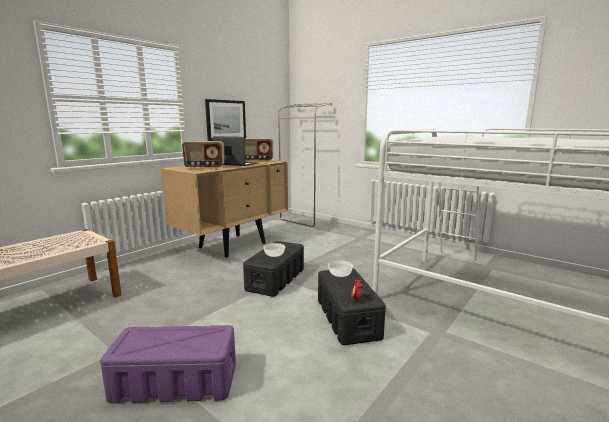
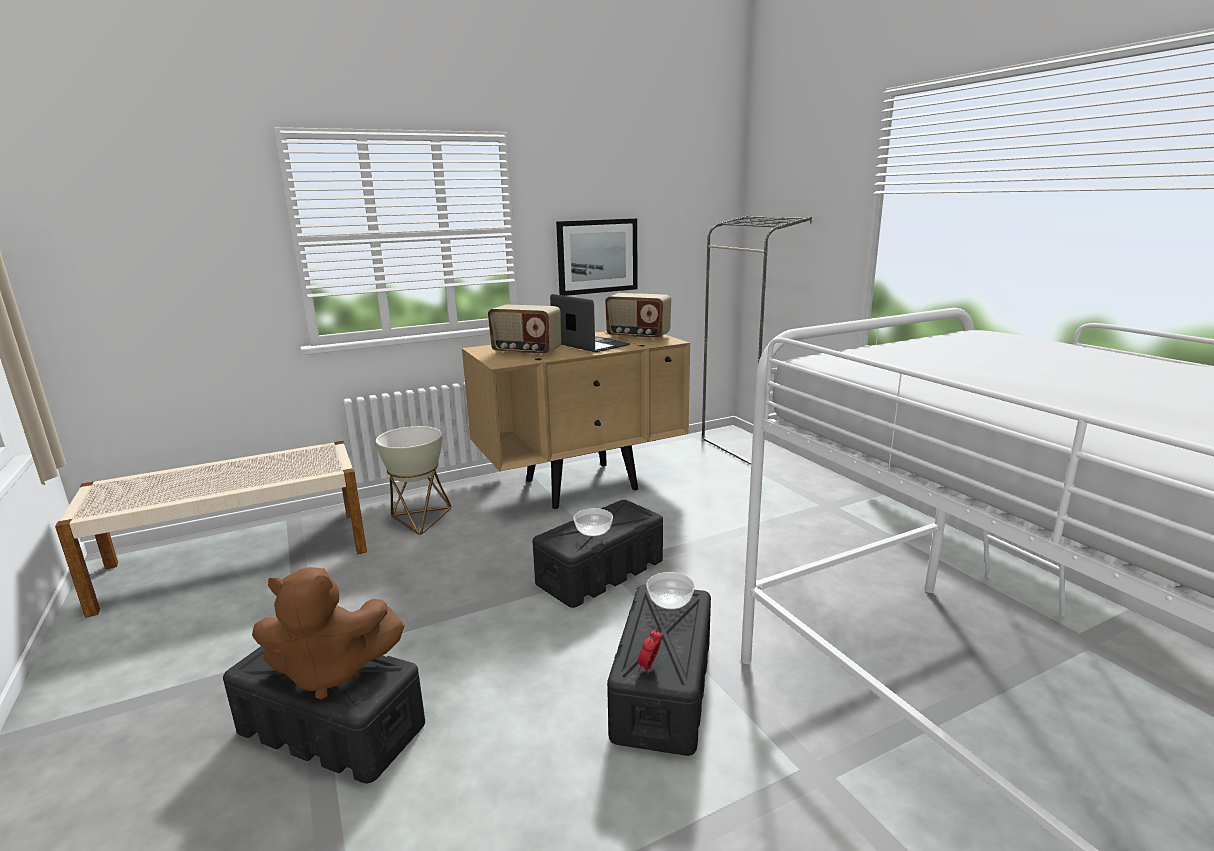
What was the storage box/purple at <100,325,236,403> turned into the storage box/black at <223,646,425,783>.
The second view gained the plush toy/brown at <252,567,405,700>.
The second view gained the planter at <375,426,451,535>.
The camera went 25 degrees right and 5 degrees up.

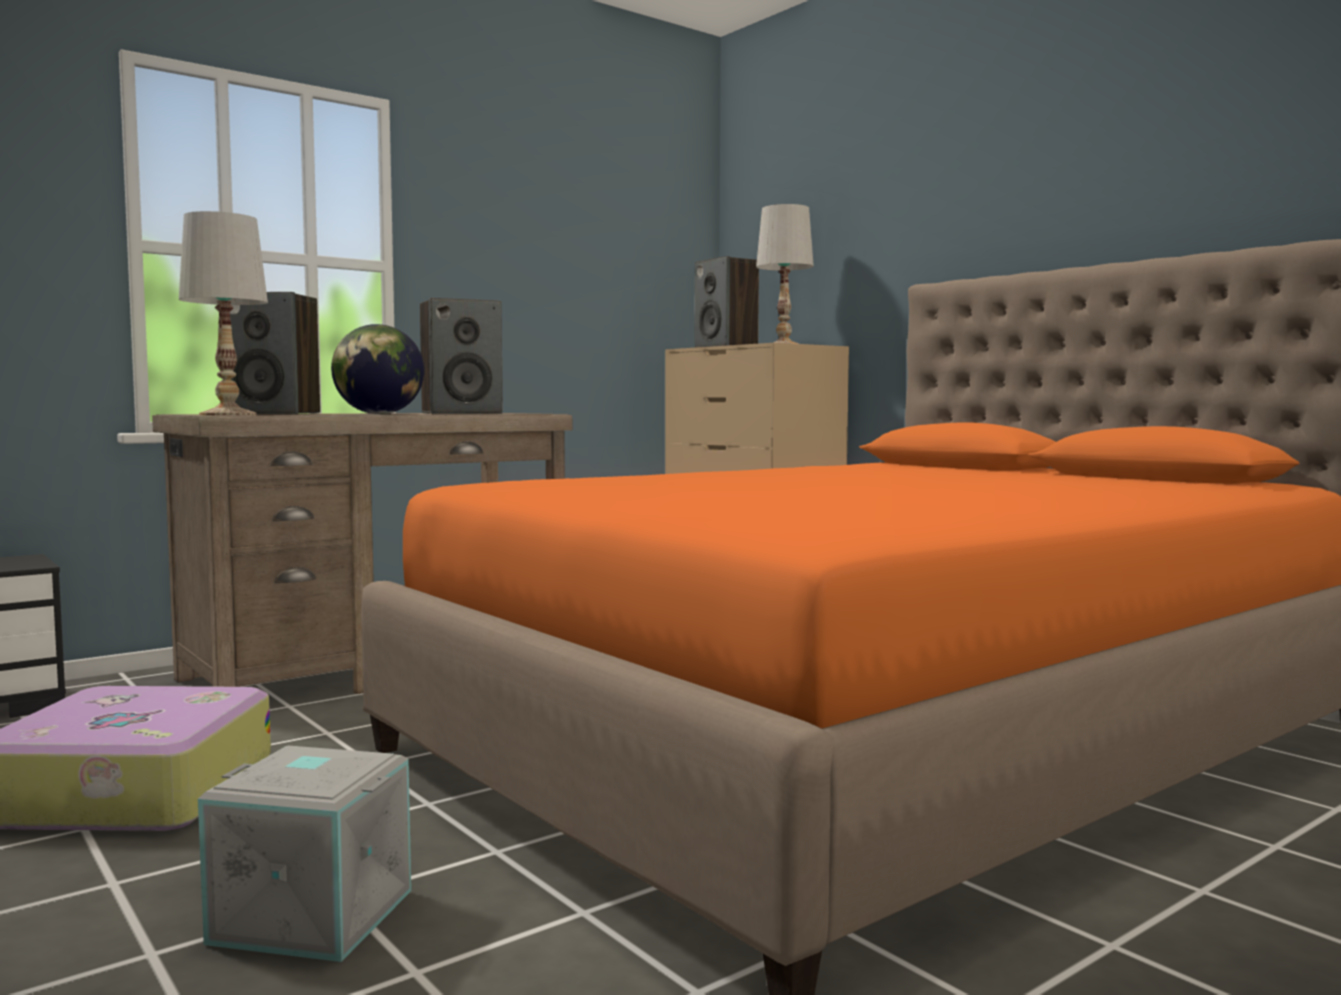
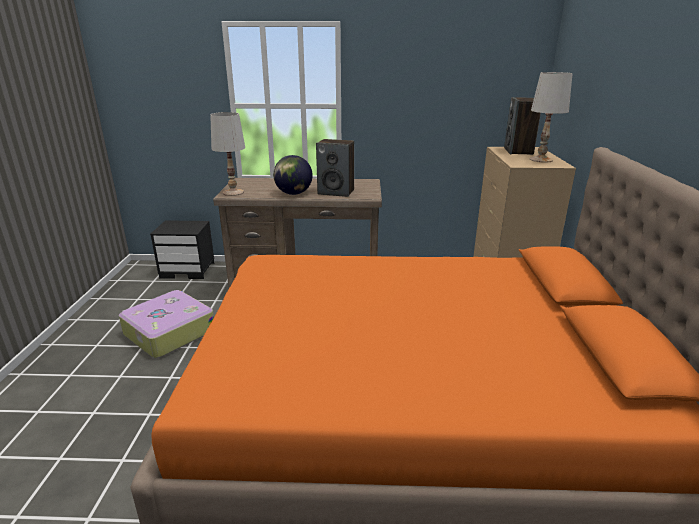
The second view lost the storage box/grey at <198,746,411,962>.
The second view lost the speaker at <230,292,320,414>.
The camera went 40 degrees right and 20 degrees up.

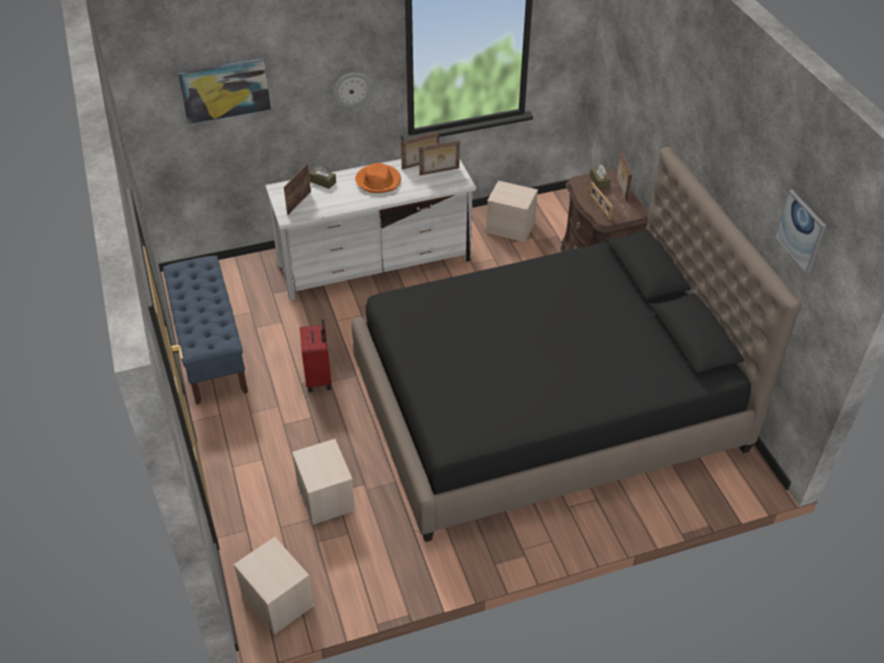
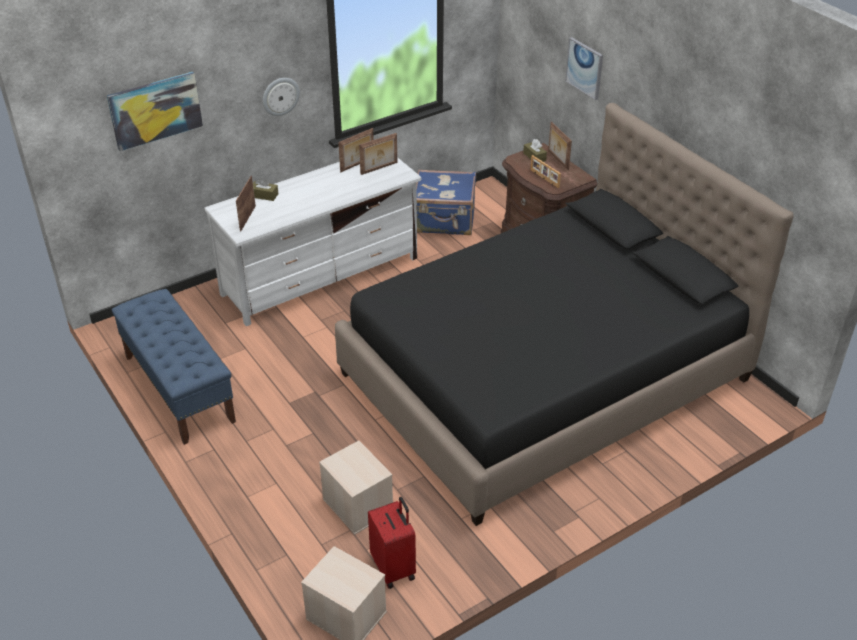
The suitcase/red ended up elsewhere, having gone from <299,320,332,392> to <368,497,416,589>.
The second view lost the hat/orange at <355,163,401,193>.
Where the storage box/beige stood at <486,181,538,242>, the suitcase/blue came to stand at <417,170,476,235>.
The picture ended up elsewhere, having gone from <775,190,826,273> to <565,37,603,100>.
The camera went 15 degrees left and 5 degrees down.

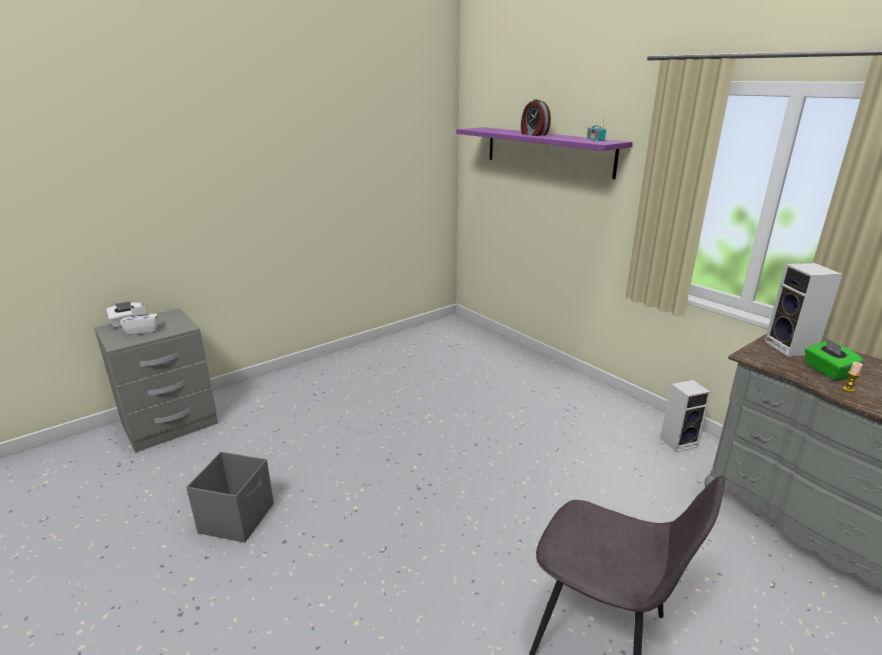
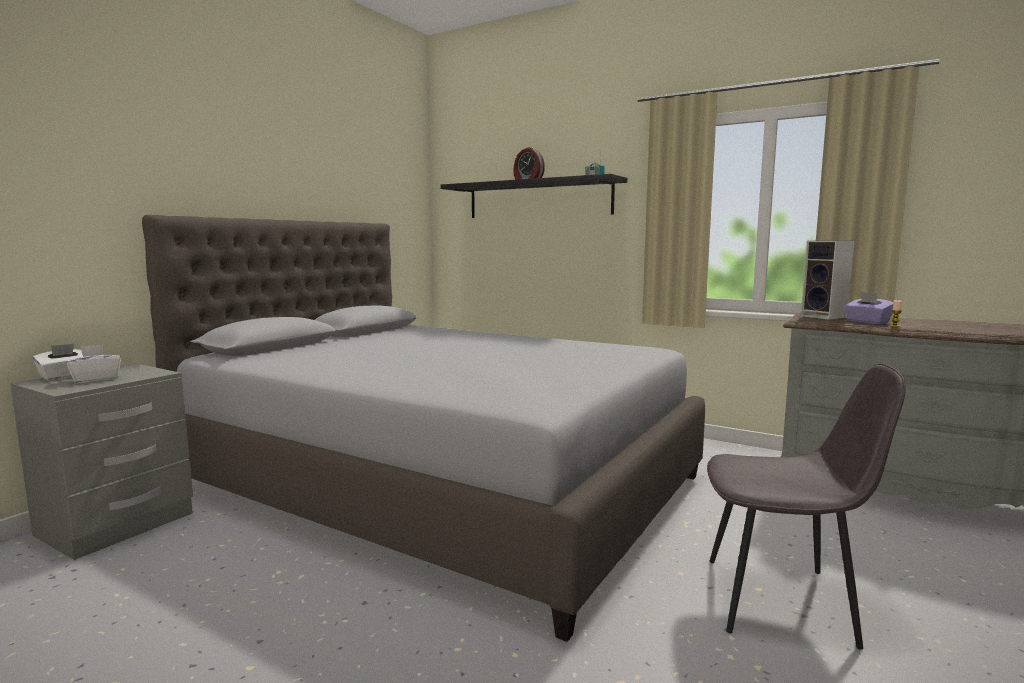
The second view lost the storage box/grey at <186,452,274,543>.
What was the shelf/purple at <456,127,632,179> turned into the shelf/black at <440,174,627,218>.
The second view lost the speaker at <660,380,711,452>.
What was the tissue box/green at <805,338,864,380> turned into the tissue box/purple at <844,292,893,324>.
The second view gained the bed/grey at <142,215,705,642>.
The camera went 20 degrees left and 15 degrees down.

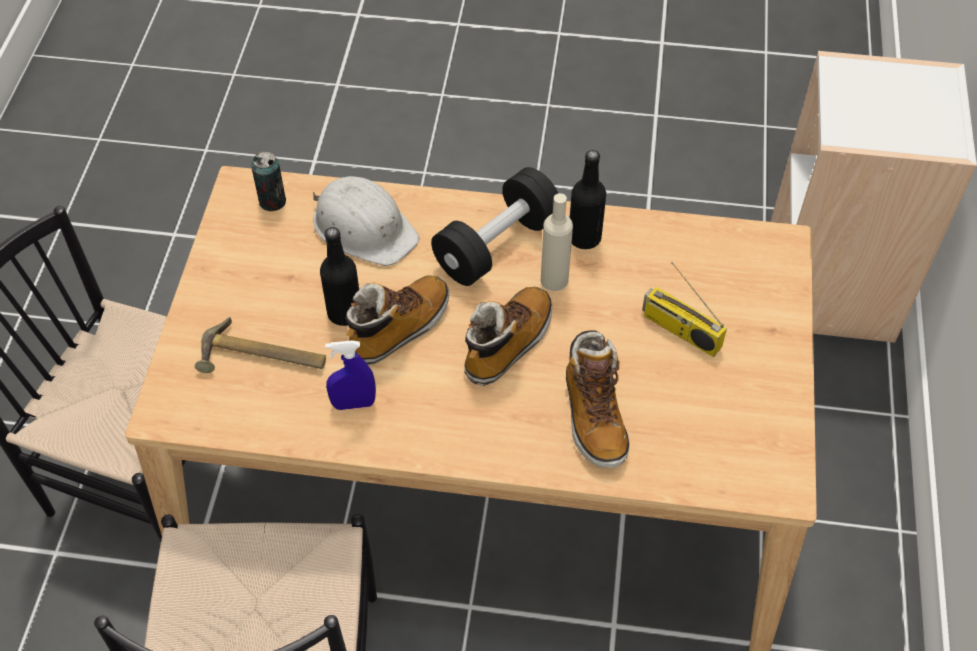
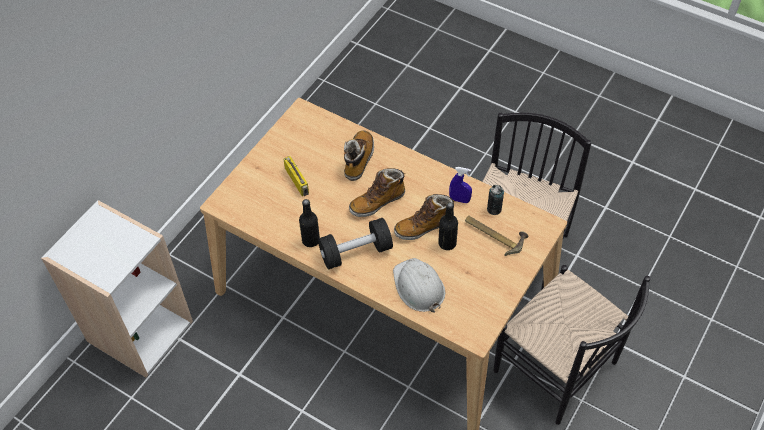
The can ended up elsewhere, having gone from <251,151,286,211> to <487,185,504,215>.
The second view lost the bottle/beige at <541,193,573,291>.
The camera went 155 degrees left and 0 degrees up.

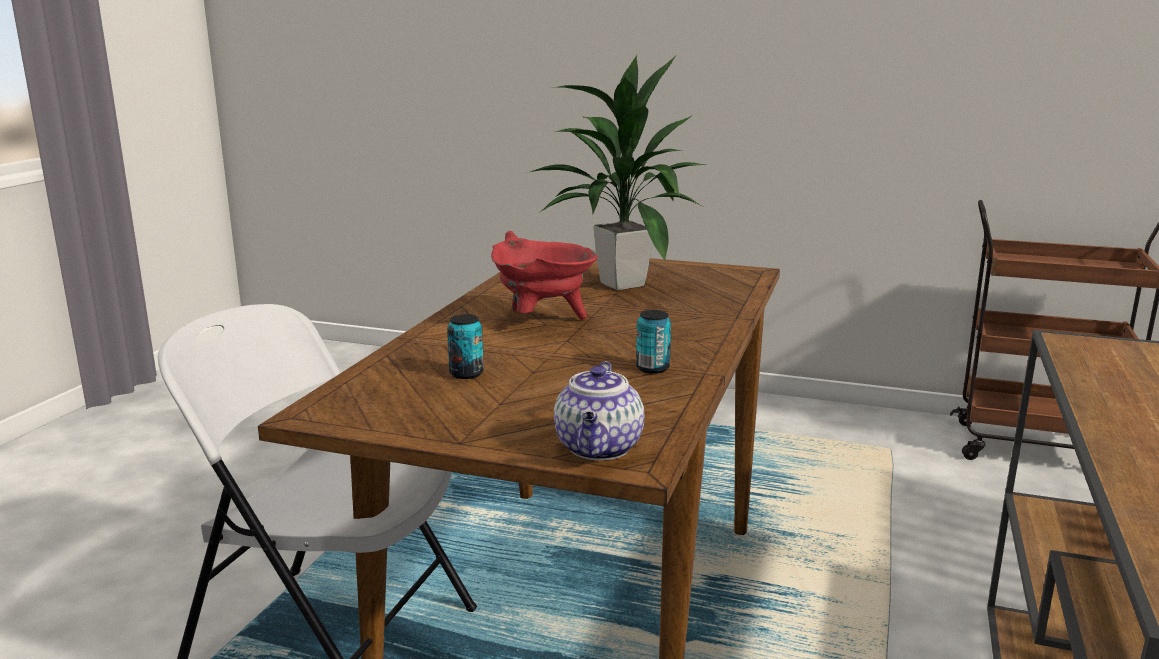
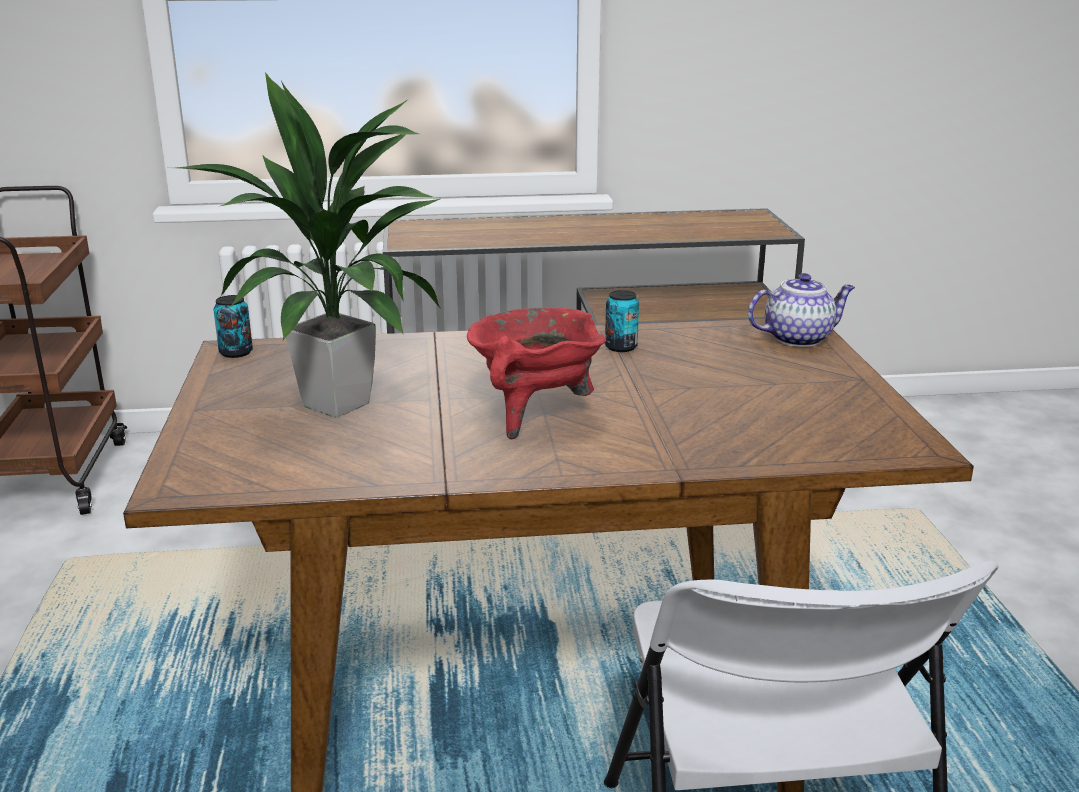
The can ended up elsewhere, having gone from <447,314,484,379> to <213,295,253,358>.
The camera went 115 degrees left and 5 degrees up.

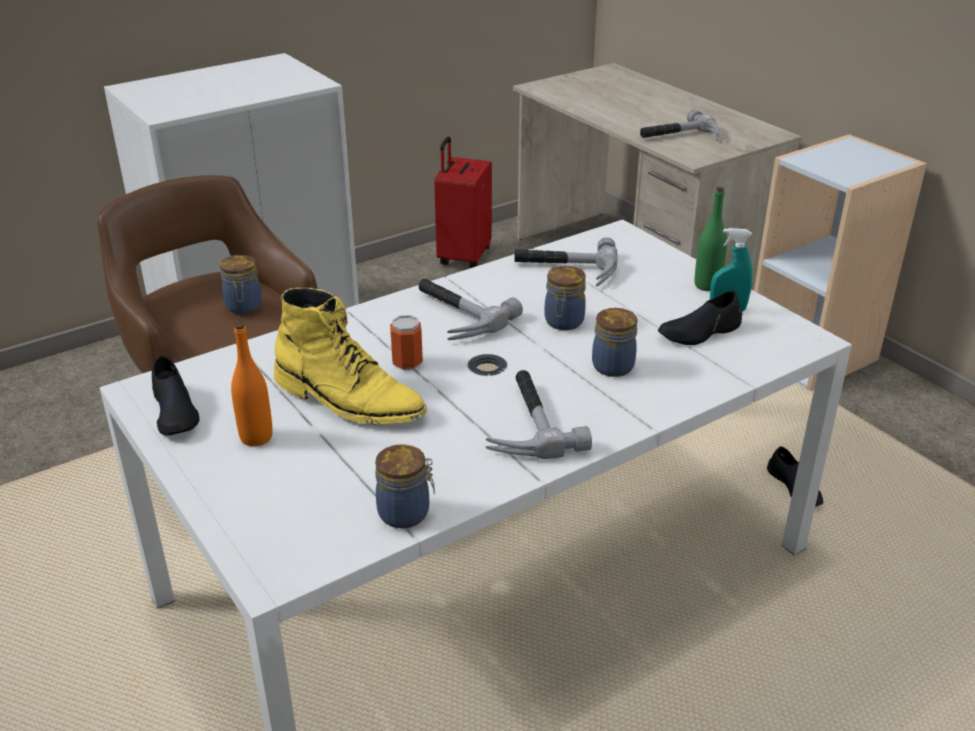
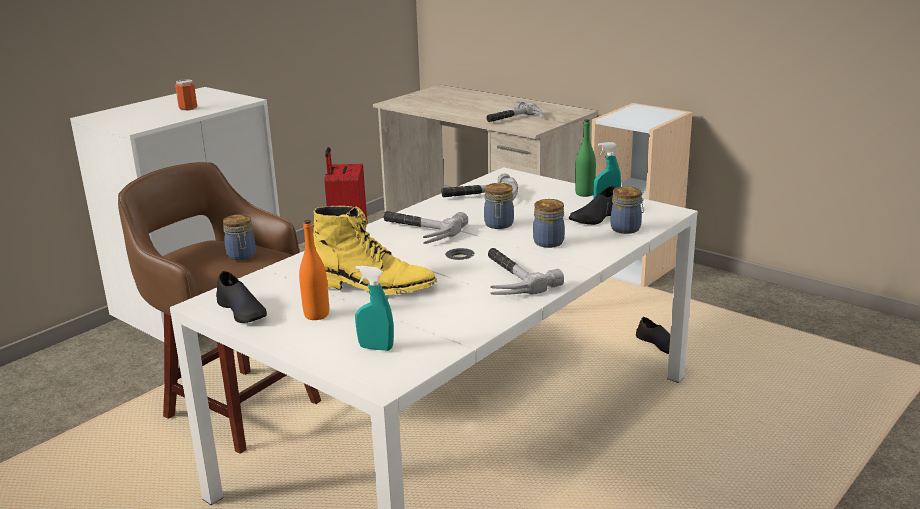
The jar ended up elsewhere, having gone from <375,444,435,528> to <610,186,644,234>.
The can ended up elsewhere, having gone from <390,315,423,370> to <175,79,197,111>.
The second view gained the spray bottle/turquoise at <355,266,394,351>.
The camera went 15 degrees left and 10 degrees down.

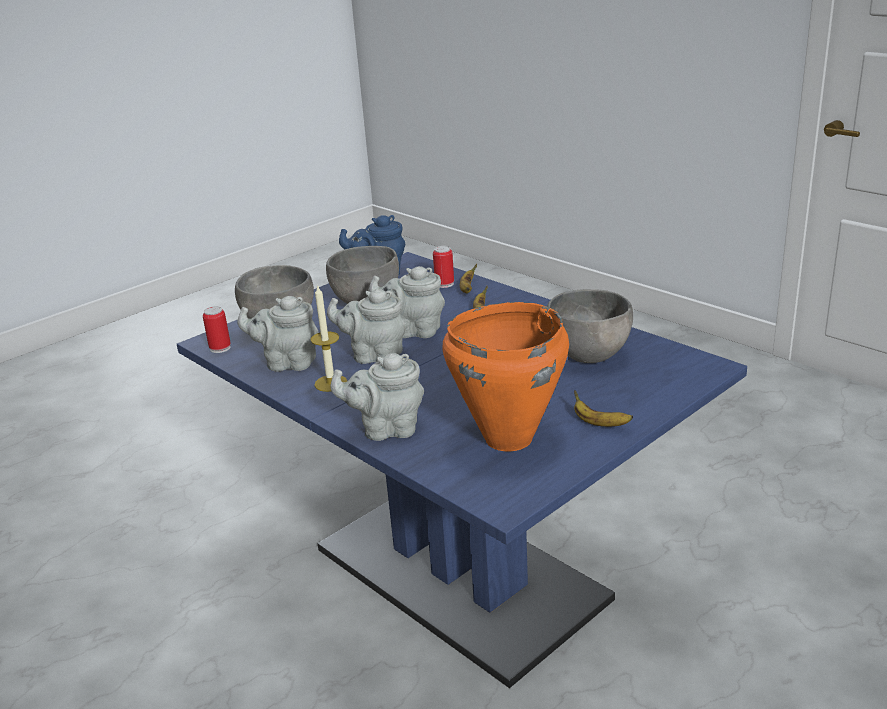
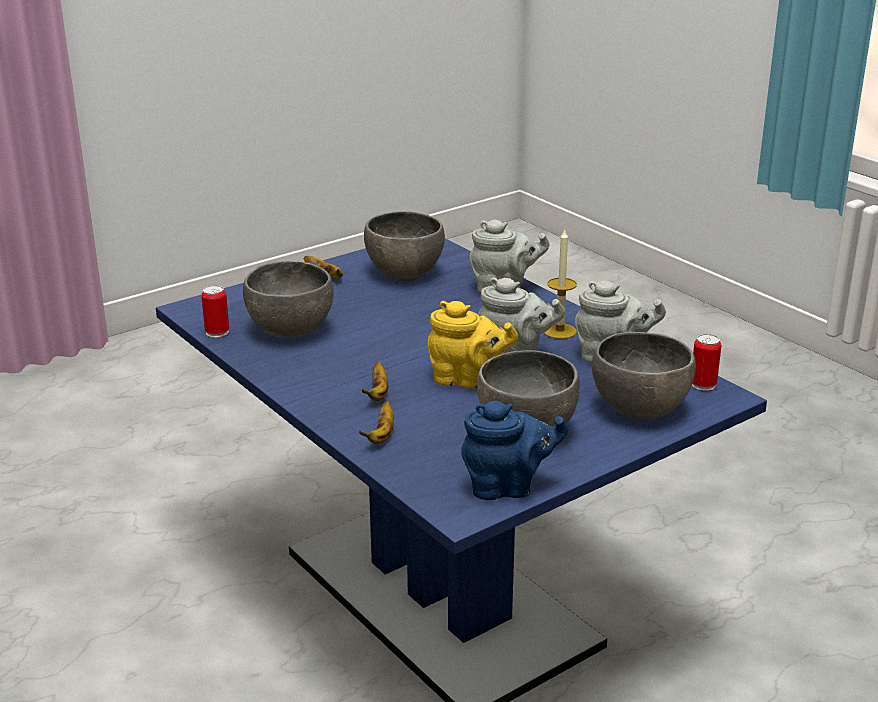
What was the teapot/grey at <369,266,445,338> turned into the teapot/yellow at <428,301,518,389>.
The can ended up elsewhere, having gone from <433,246,454,288> to <201,285,229,338>.
Where the cooking pot/orange stood at <442,302,569,451>, the bowl/grey came to stand at <364,211,445,281>.
The camera went 175 degrees left and 0 degrees up.

